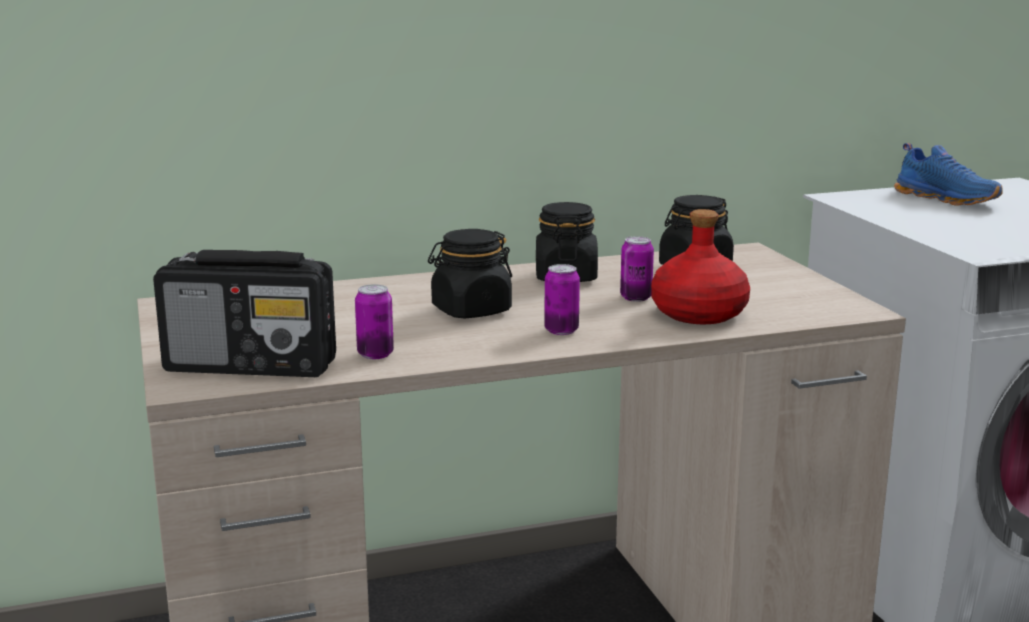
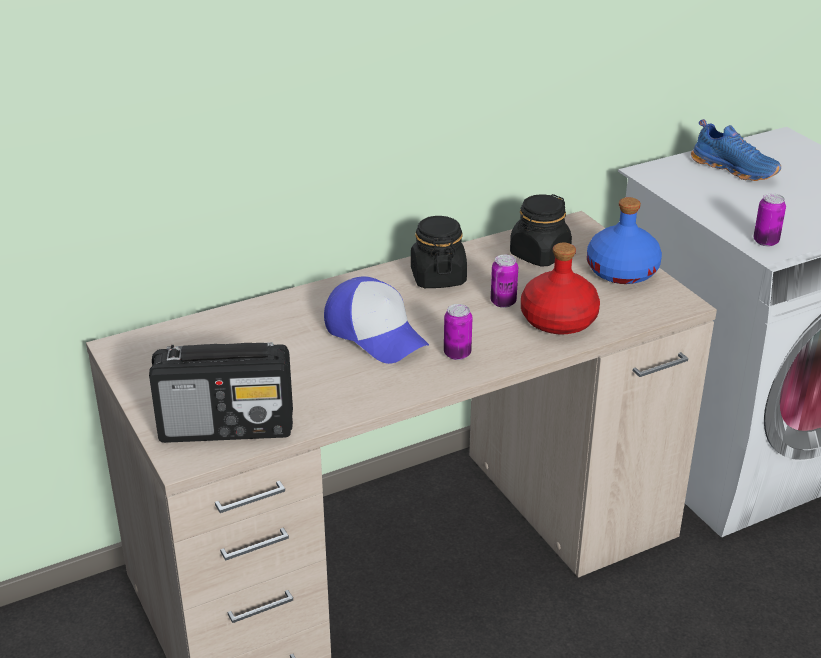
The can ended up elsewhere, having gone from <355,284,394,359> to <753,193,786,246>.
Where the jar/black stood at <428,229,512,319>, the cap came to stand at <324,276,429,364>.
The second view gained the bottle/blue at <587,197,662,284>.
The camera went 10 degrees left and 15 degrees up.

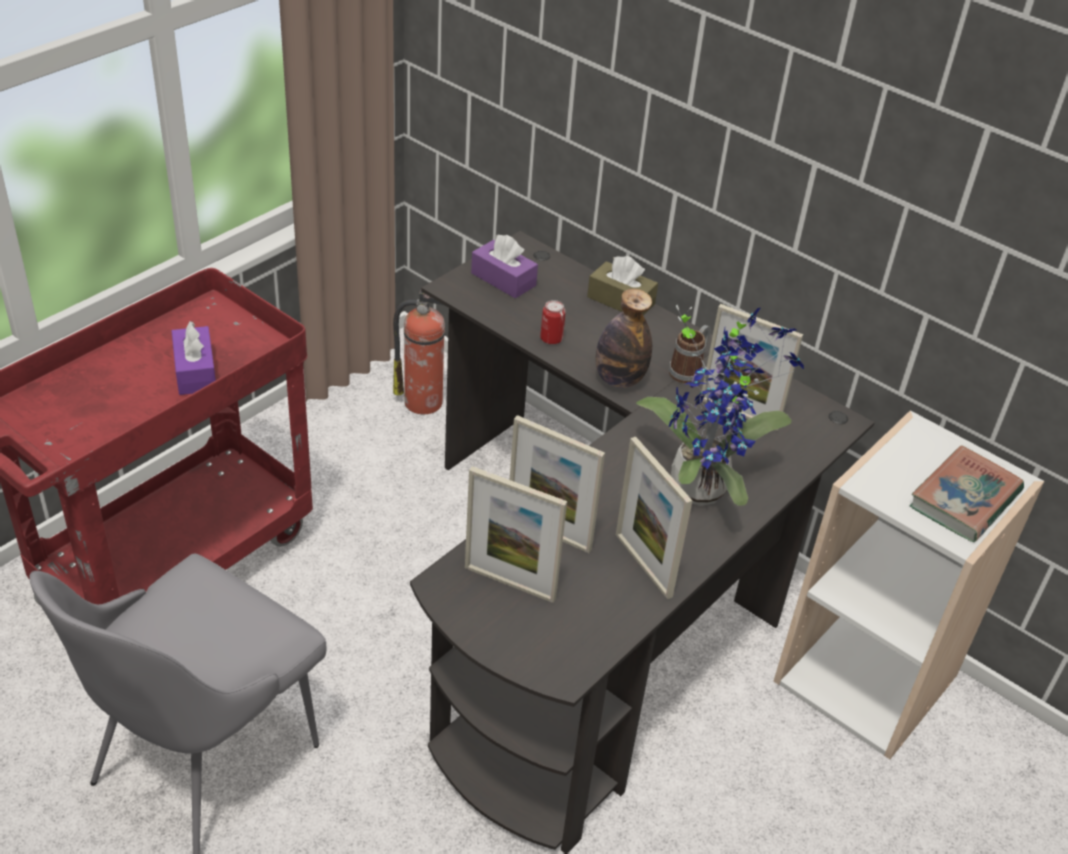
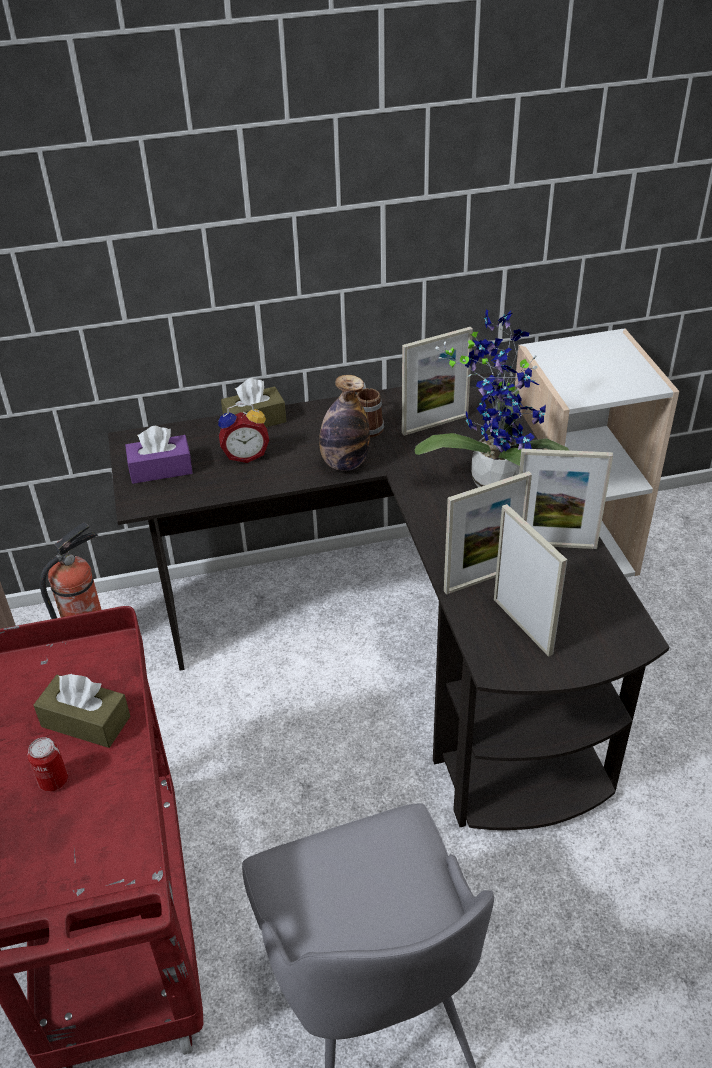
What was the tissue box/purple at <172,321,216,395> turned into the tissue box/brown at <33,674,130,748>.
The picture frame at <465,466,567,603> ended up facing another way, 90 degrees counterclockwise from before.
The can ended up elsewhere, having gone from <540,300,566,344> to <27,737,68,791>.
The second view lost the book at <910,445,1024,542>.
The second view gained the alarm clock at <218,403,269,463>.
The camera went 50 degrees left and 0 degrees up.

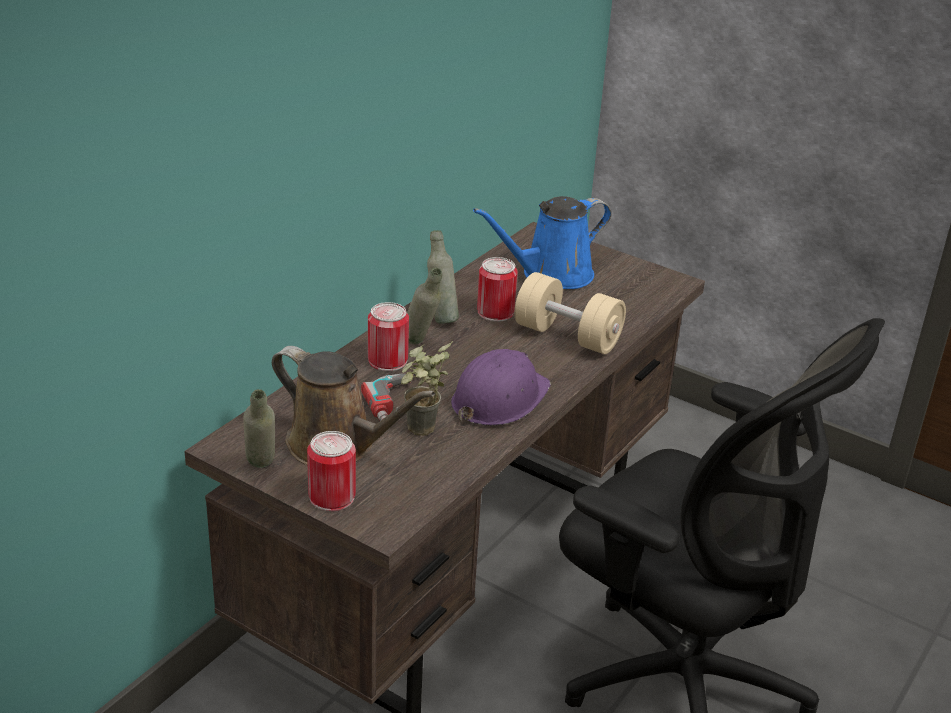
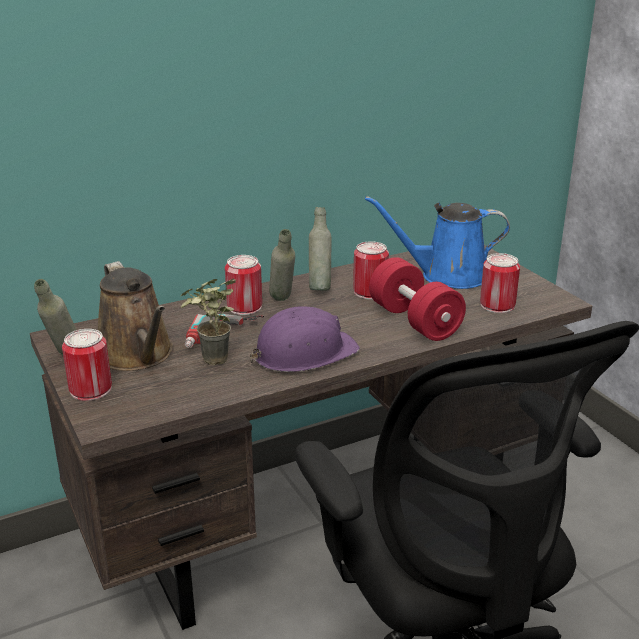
What was the dumbbell/beige at <514,272,626,354> turned into the dumbbell/red at <369,257,466,341>.
The second view gained the can at <480,253,520,313>.
The camera went 30 degrees right and 5 degrees down.

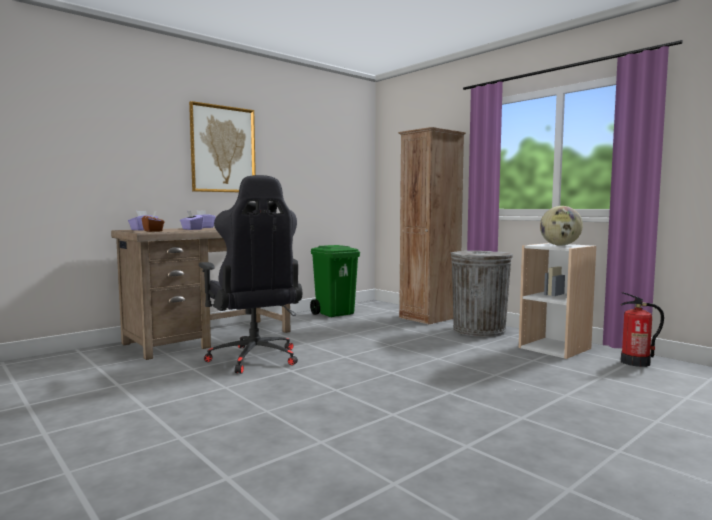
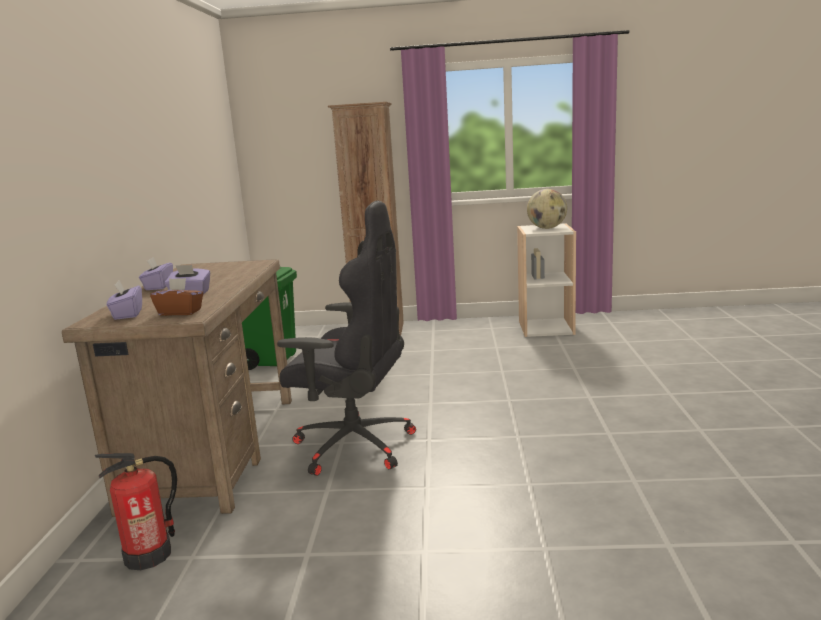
The second view lost the picture at <189,101,256,192>.
The second view lost the trash can/grey at <450,251,513,337>.
The fire extinguisher ended up elsewhere, having gone from <620,292,664,367> to <95,453,177,570>.
The camera went 45 degrees left and 10 degrees up.

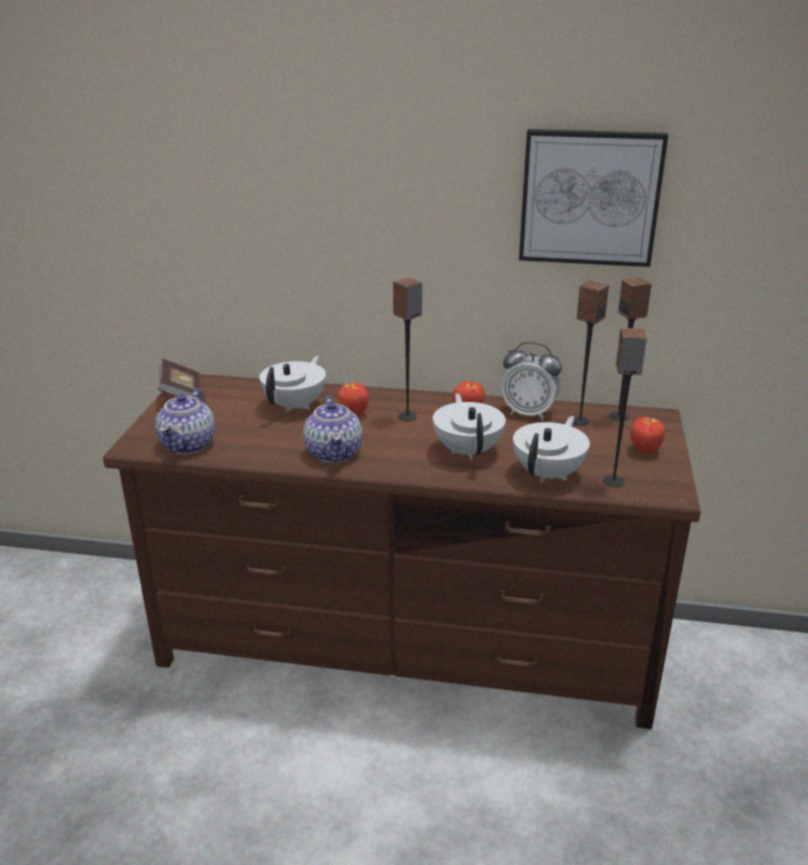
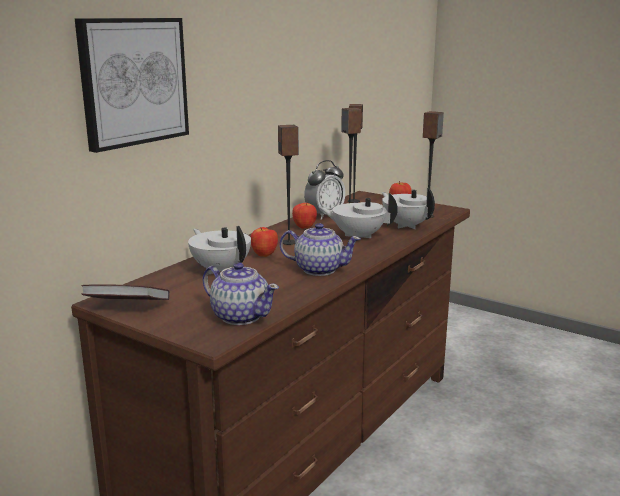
The picture ended up elsewhere, having gone from <519,129,668,267> to <75,18,189,153>.
The camera went 65 degrees left and 10 degrees down.

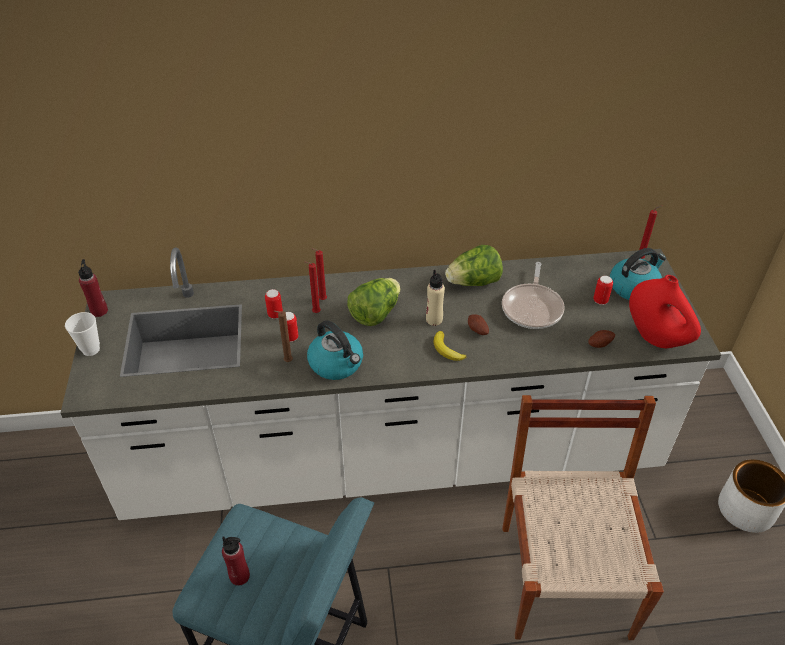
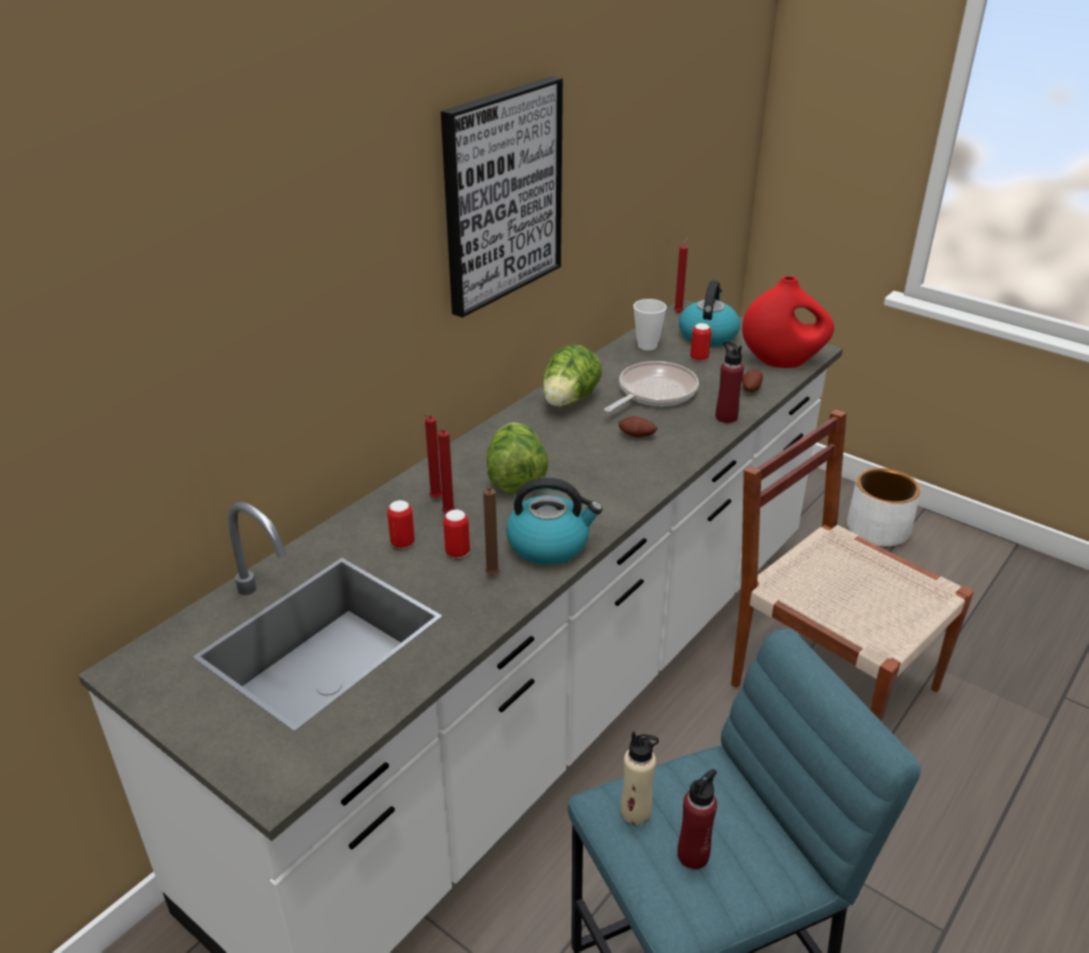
The cup ended up elsewhere, having gone from <65,312,100,356> to <633,299,667,350>.
The bottle/red ended up elsewhere, having gone from <78,259,108,317> to <716,341,744,423>.
The bottle/beige ended up elsewhere, having gone from <426,270,445,326> to <621,732,659,825>.
The second view lost the banana at <433,331,466,361>.
The frying pan at <502,262,565,329> ended up facing another way, 105 degrees counterclockwise from before.
The second view gained the picture at <441,76,563,318>.
The camera went 45 degrees left and 10 degrees down.

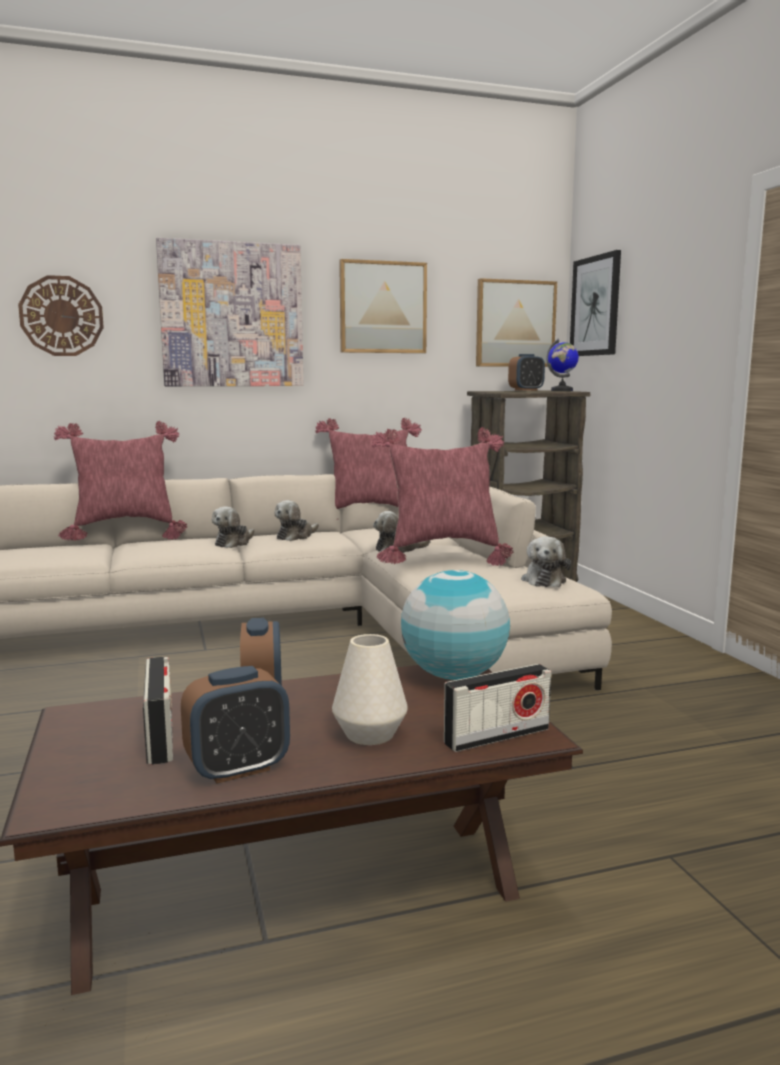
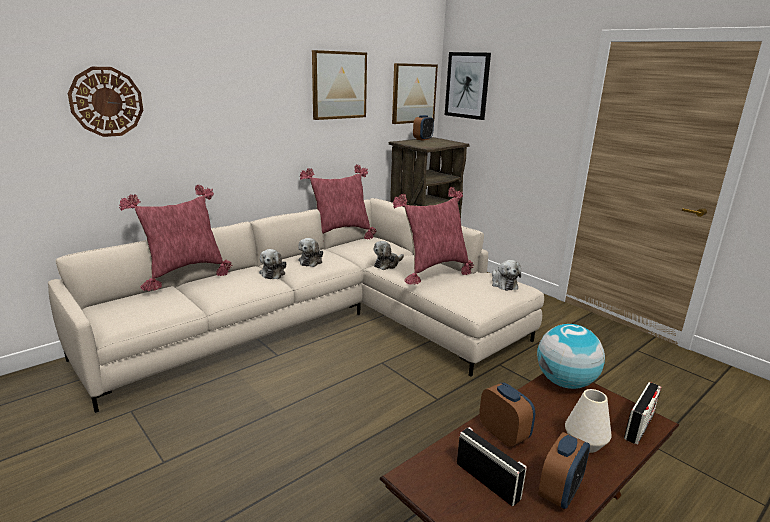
The second view lost the picture at <156,238,303,386>.
The second view lost the globe at <547,339,579,391>.
The camera went 25 degrees left and 10 degrees up.

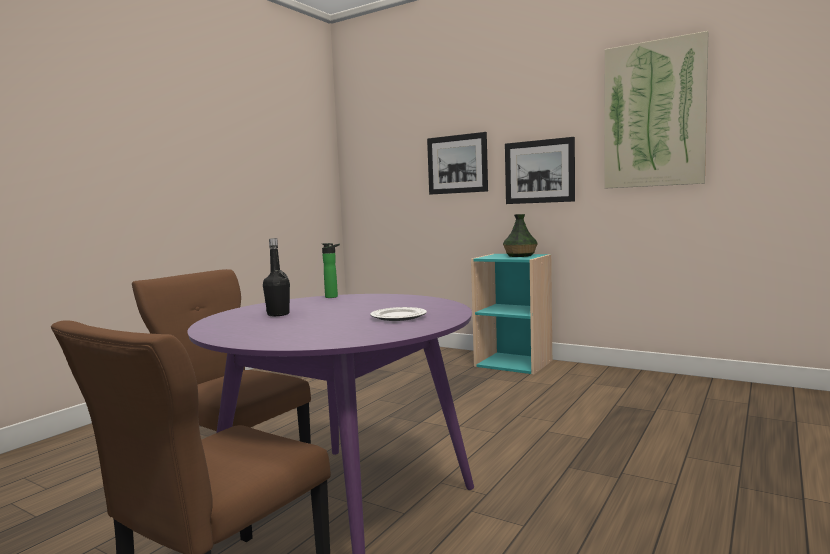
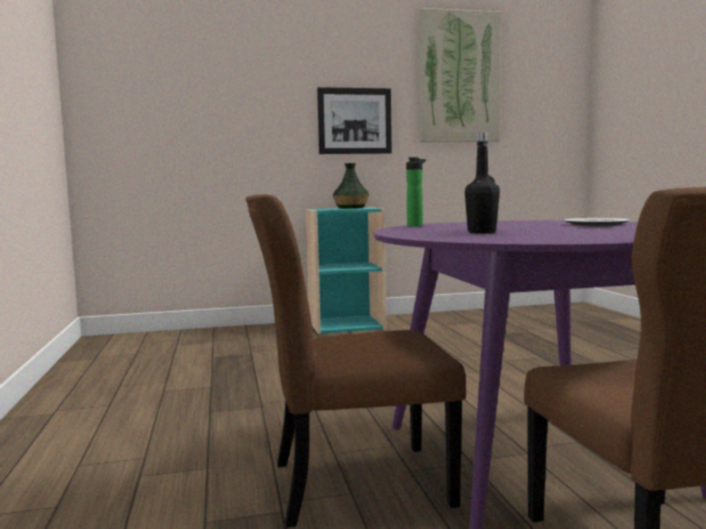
The second view lost the picture at <427,132,488,195>.
The camera went 45 degrees left and 0 degrees up.

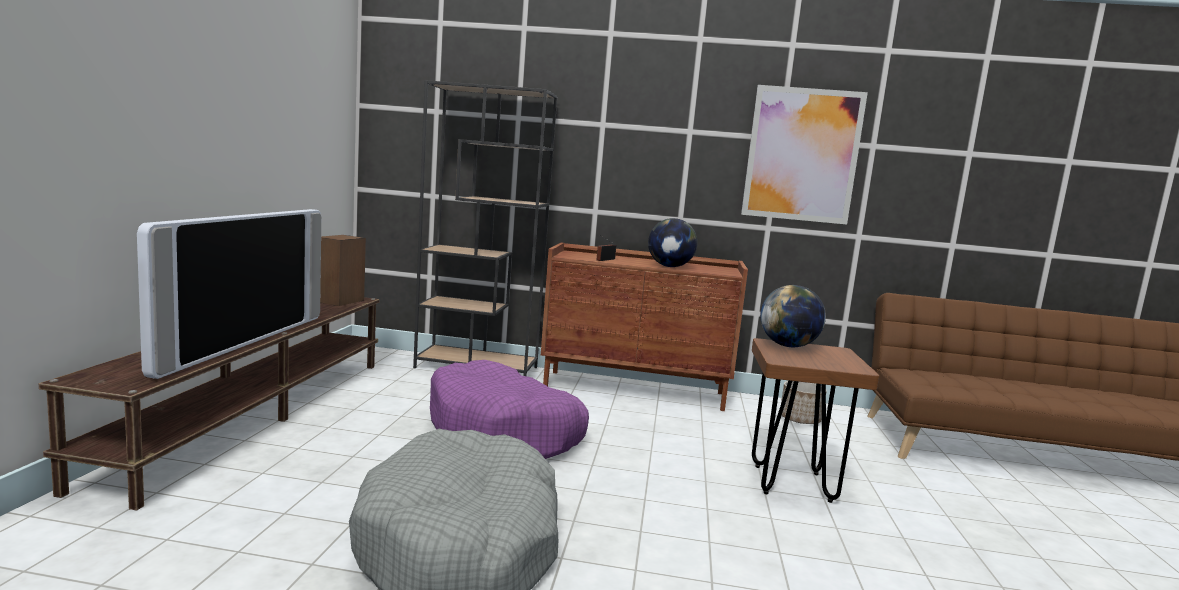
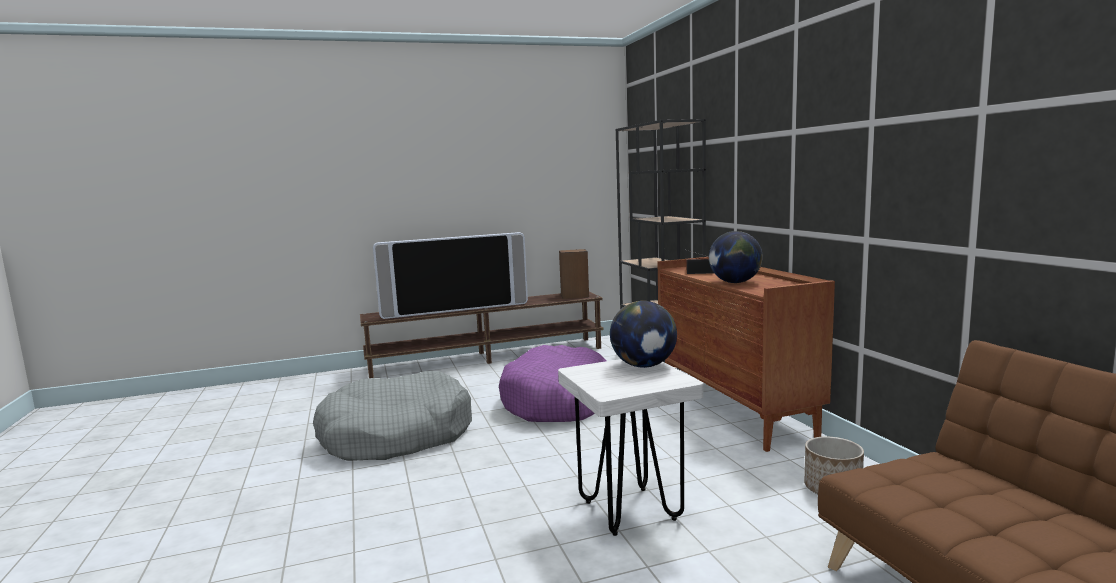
The second view lost the picture at <741,85,868,225>.
What was the stool/brown at <752,338,879,503> turned into the stool/white at <558,359,703,536>.
The camera went 65 degrees right and 0 degrees up.

